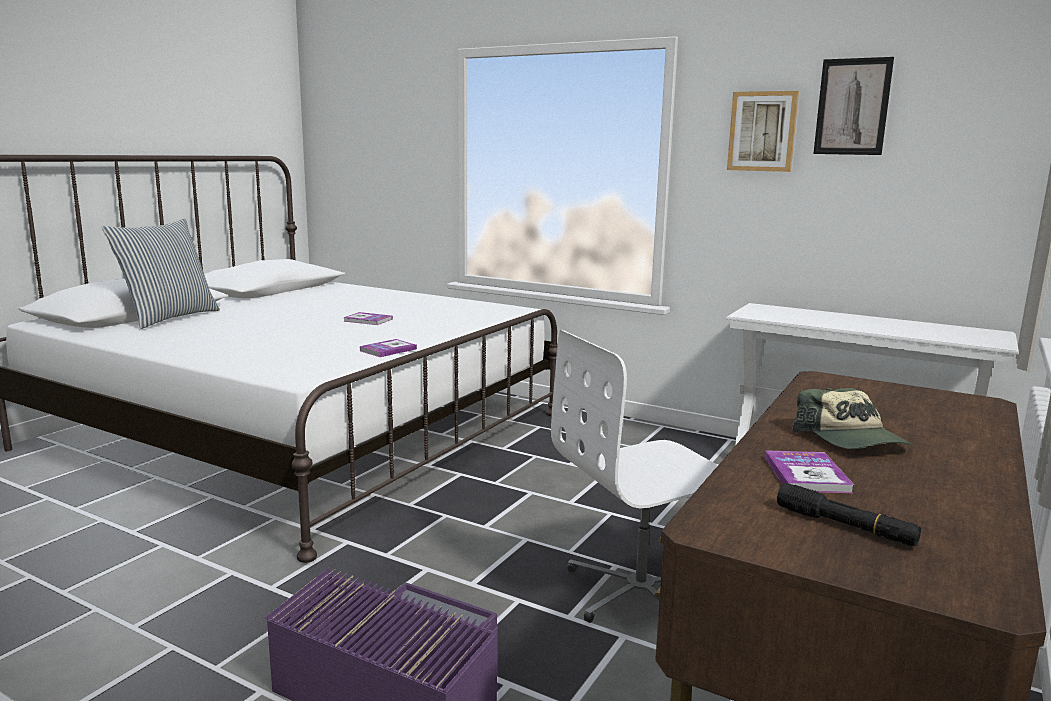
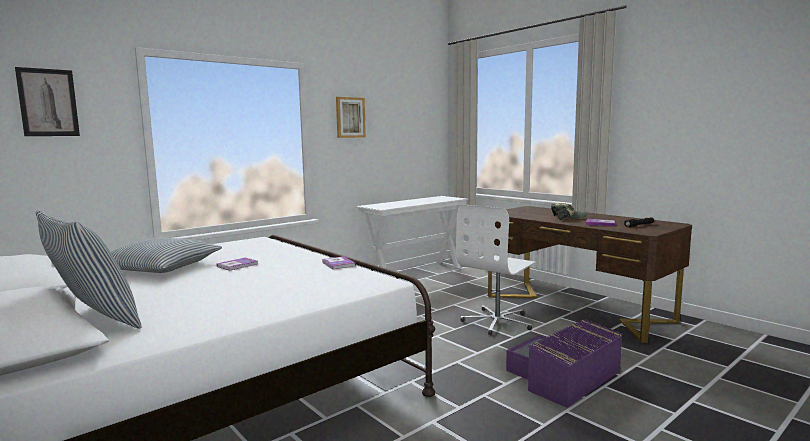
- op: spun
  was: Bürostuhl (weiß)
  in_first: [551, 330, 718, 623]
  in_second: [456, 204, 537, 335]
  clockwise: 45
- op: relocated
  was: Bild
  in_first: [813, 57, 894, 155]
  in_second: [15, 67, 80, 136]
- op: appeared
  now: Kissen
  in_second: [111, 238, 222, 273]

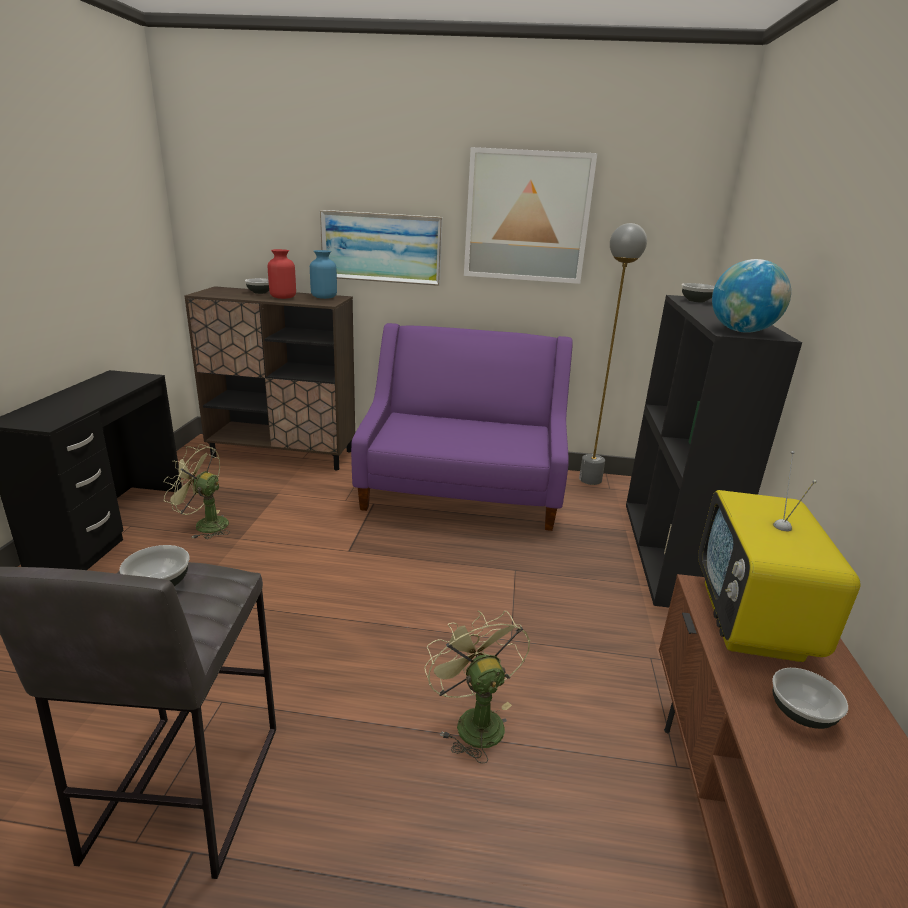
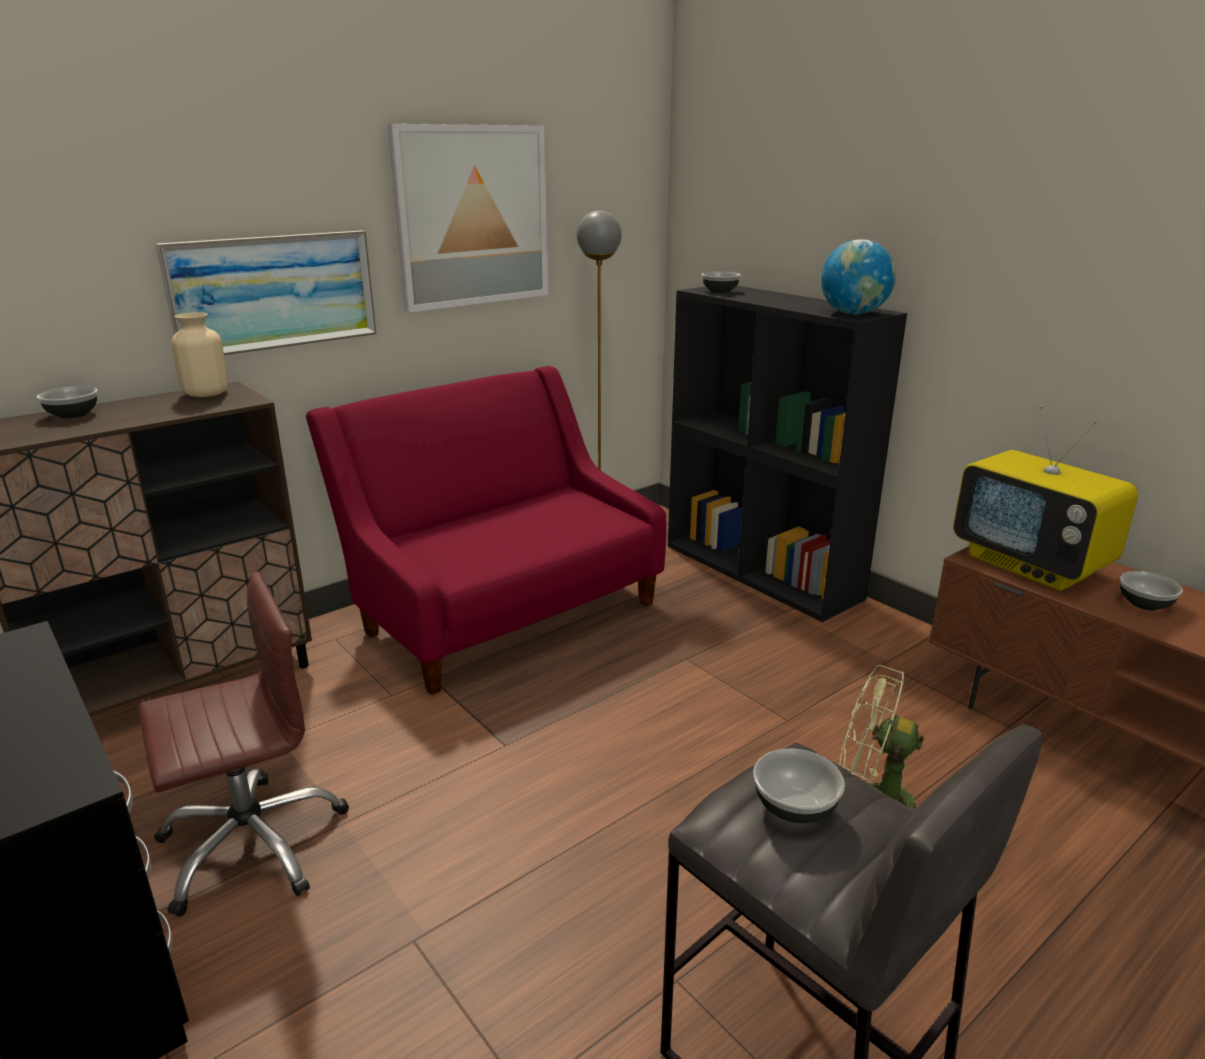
- op: exchanged
  was: Ventilator (grün)
  now: Bürostuhl (braun)
  in_first: [163, 444, 230, 539]
  in_second: [139, 571, 349, 917]
- op: missing
  was: Vase (rot)
  in_first: [268, 249, 296, 299]
- op: colour
  was: Vase (blau)
  now: Vase (beige)
  in_first: [310, 250, 337, 299]
  in_second: [171, 312, 229, 397]
- op: colour
  was: Sofa (lila)
  now: Sofa (rot)
  in_first: [351, 323, 573, 531]
  in_second: [306, 366, 666, 695]

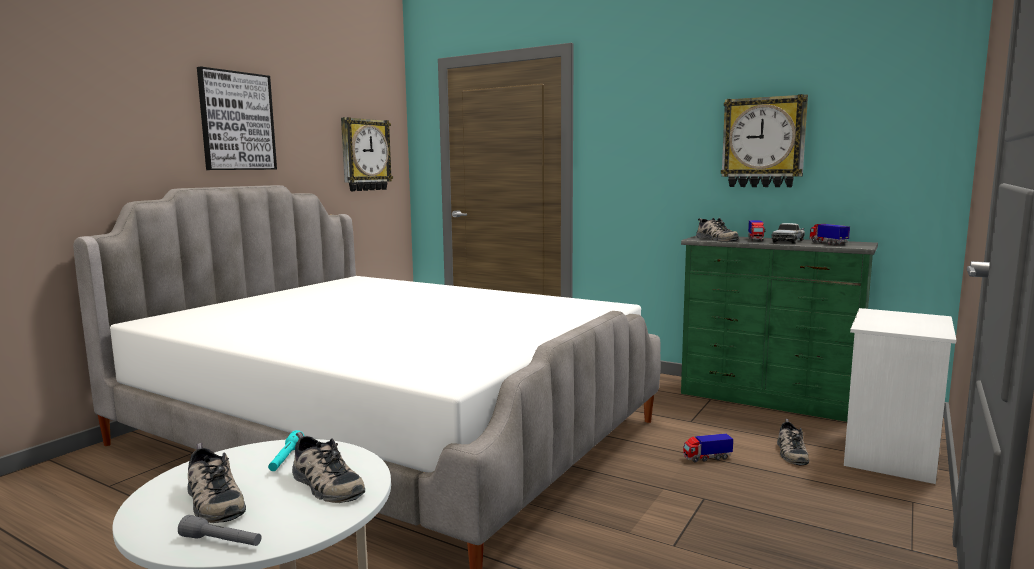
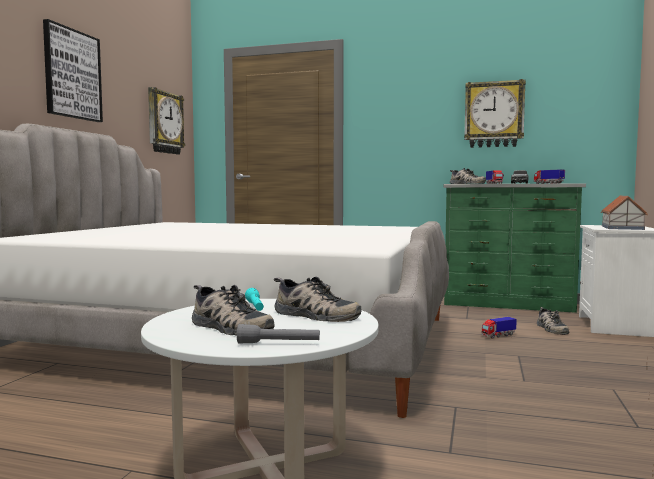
- op: appeared
  now: Spielzeughaus
  in_second: [601, 196, 648, 230]

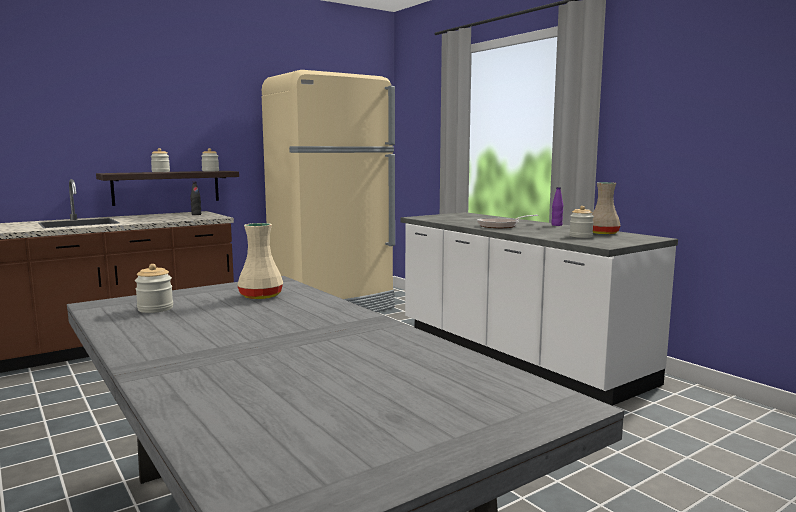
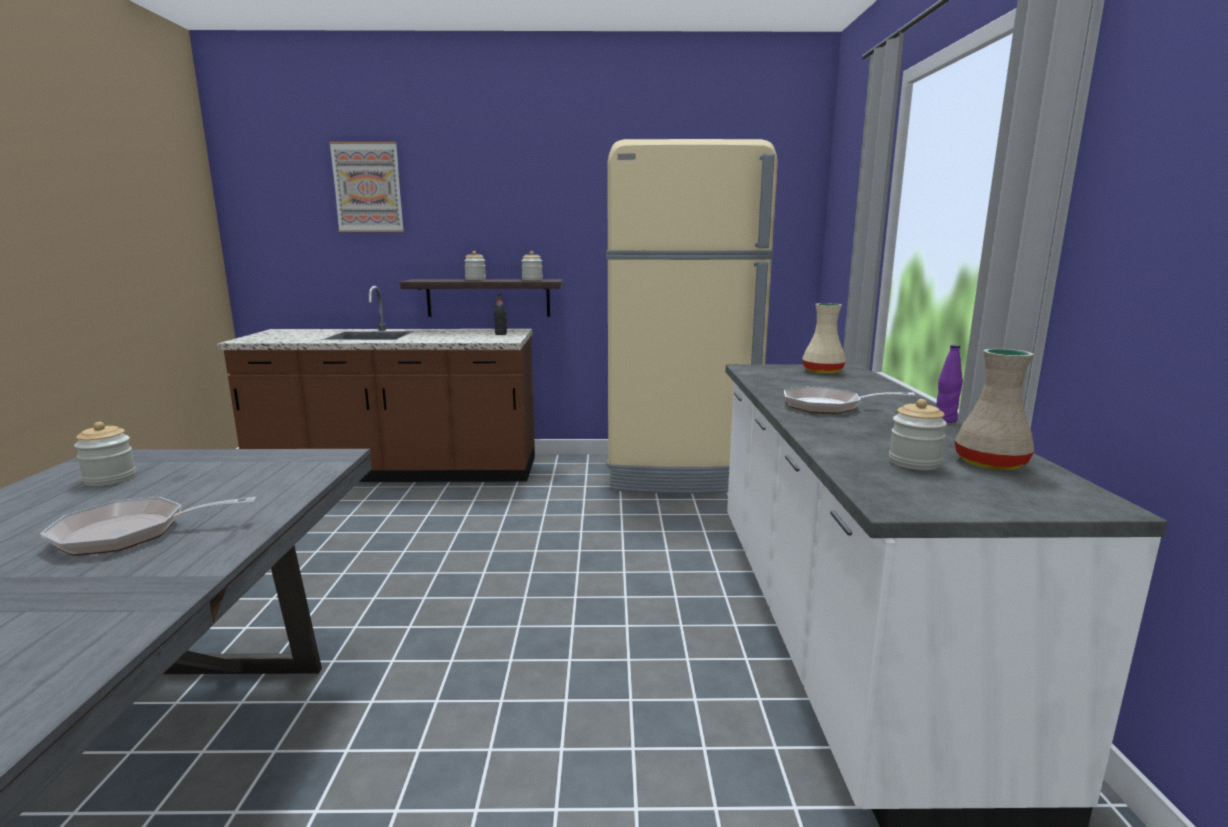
- op: relocated
  was: Vase (beige)
  in_first: [237, 223, 283, 299]
  in_second: [802, 303, 846, 374]
- op: appeared
  now: Pfanne
  in_second: [40, 497, 257, 556]
- op: appeared
  now: Bild
  in_second: [329, 142, 404, 232]

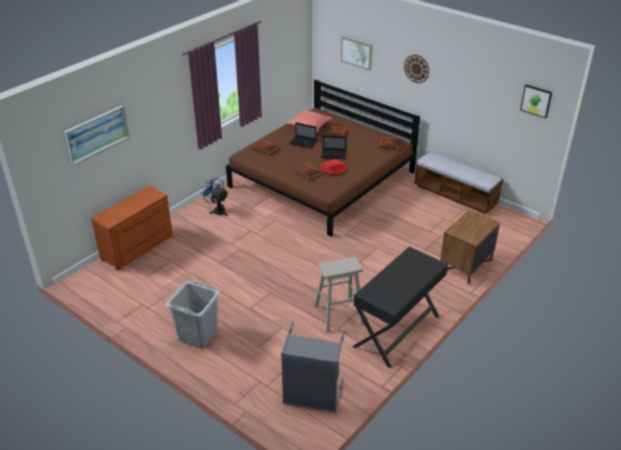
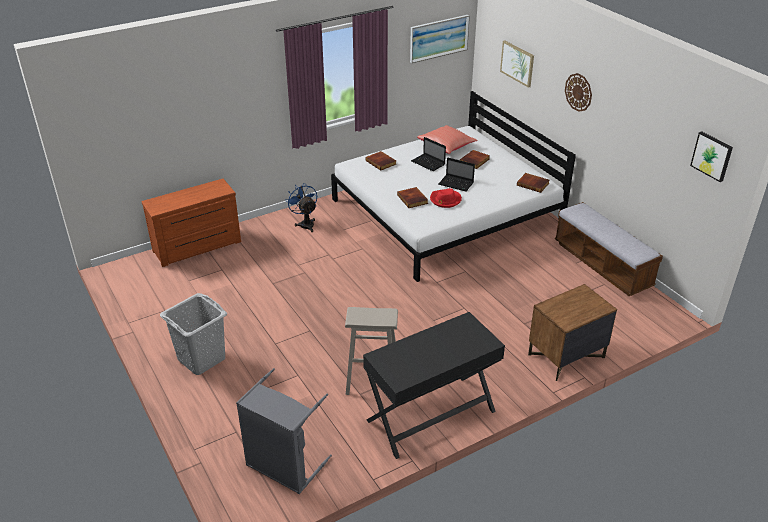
- op: relocated
  was: Bild
  in_first: [64, 106, 129, 165]
  in_second: [410, 15, 470, 63]
- op: colour
  was: Bett (braun)
  now: Bett (weiß)
  in_first: [226, 80, 420, 237]
  in_second: [331, 91, 576, 282]

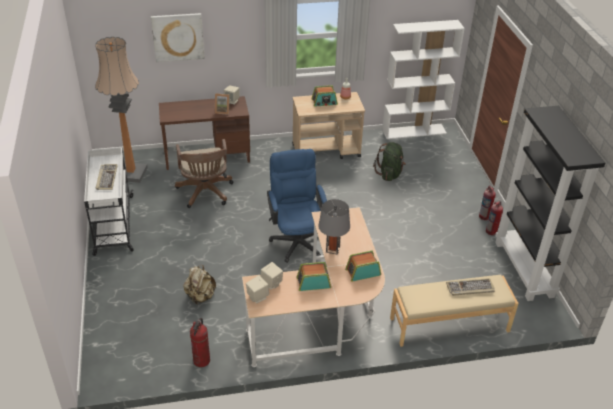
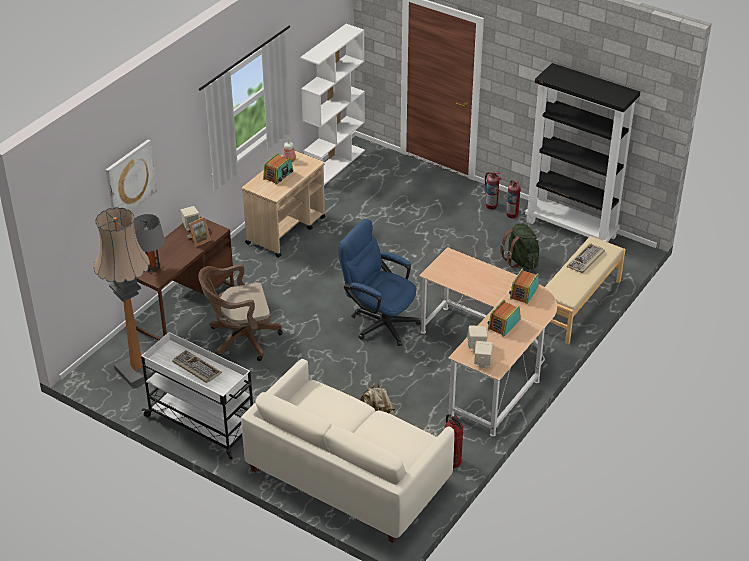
- op: spun
  was: Bürostuhl (braun)
  in_first: [175, 139, 233, 208]
  in_second: [198, 264, 283, 361]
  clockwise: 135
- op: relocated
  was: Tischlampe (grau)
  in_first: [318, 199, 350, 255]
  in_second: [134, 214, 165, 272]
- op: relocated
  was: Rucksack (grün)
  in_first: [373, 142, 406, 181]
  in_second: [500, 223, 539, 270]
- op: appeared
  now: Sofa (weiß)
  in_second: [241, 359, 454, 543]

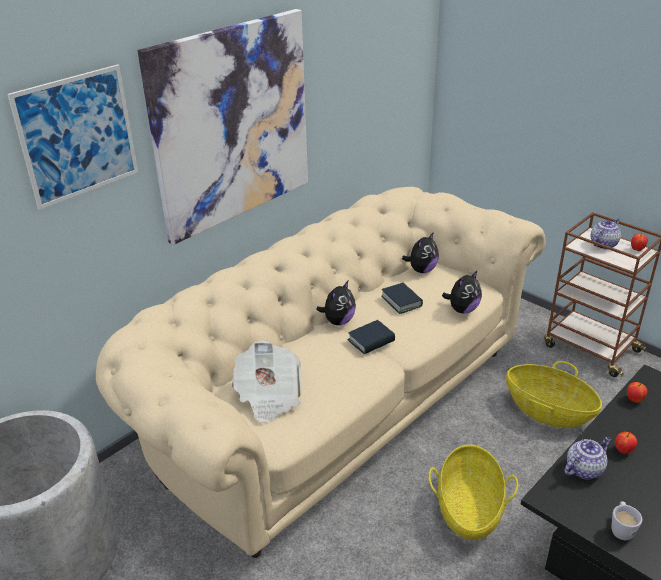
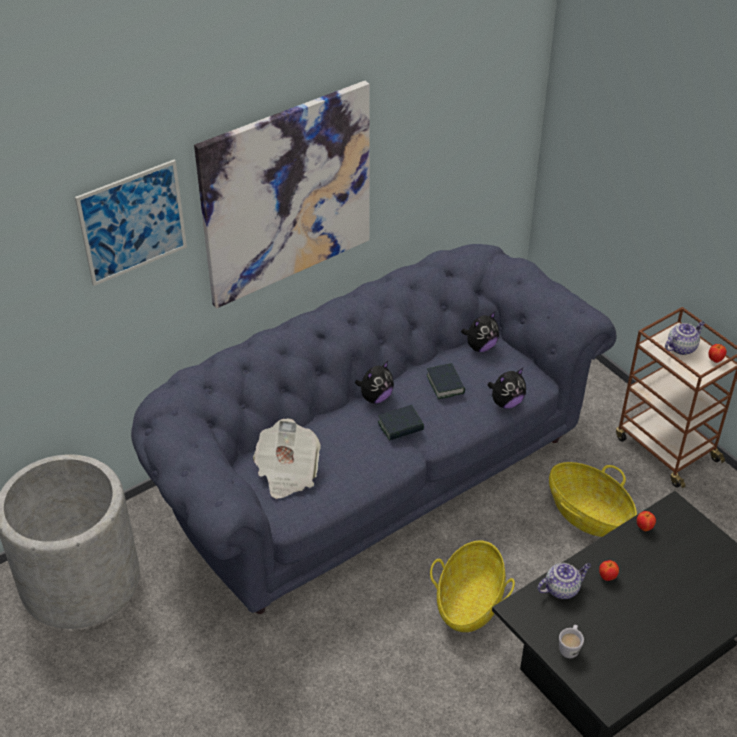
- op: colour
  was: Sofa (beige)
  now: Sofa (blau)
  in_first: [96, 187, 546, 558]
  in_second: [131, 244, 617, 614]

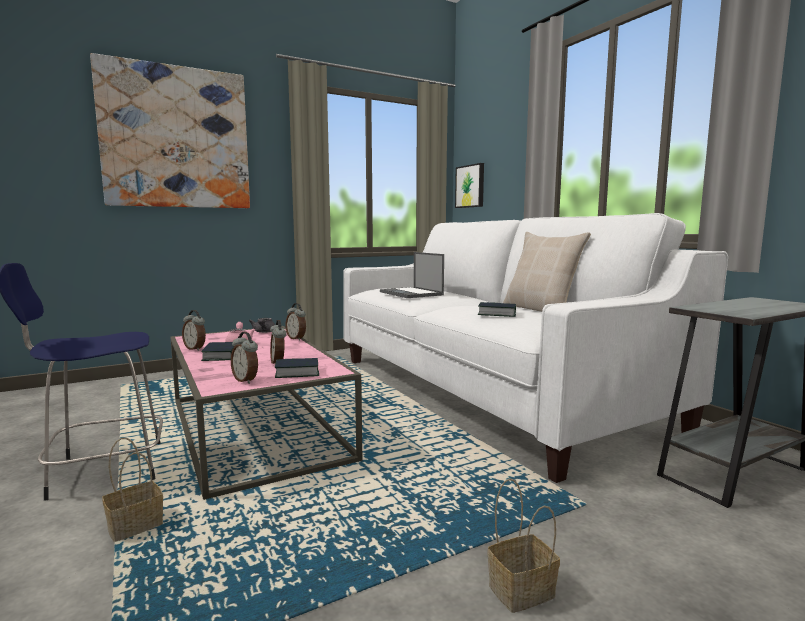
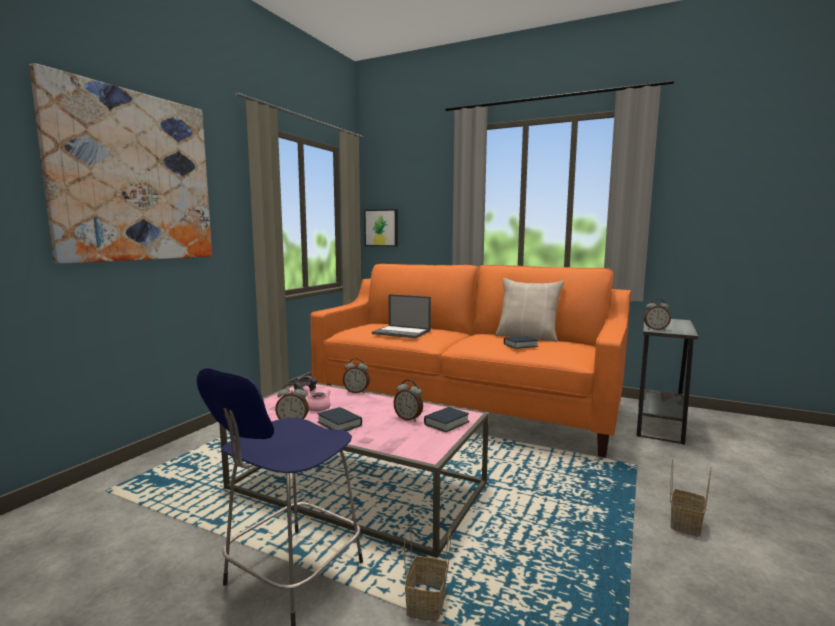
- op: relocated
  was: Wecker
  in_first: [231, 332, 258, 384]
  in_second: [644, 299, 671, 330]
- op: colour
  was: Sofa (weiß)
  now: Sofa (orange)
  in_first: [343, 213, 728, 483]
  in_second: [310, 264, 631, 458]

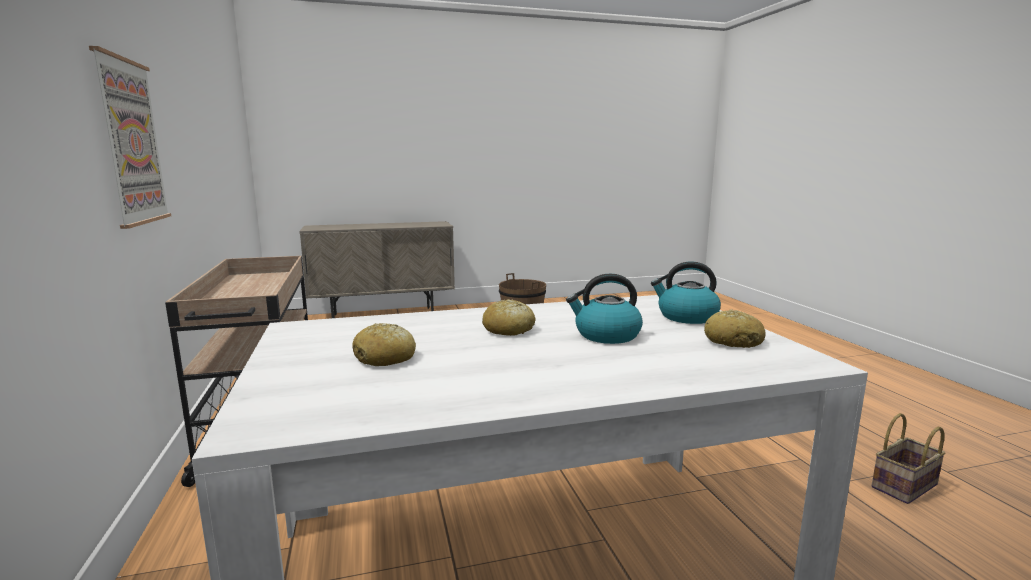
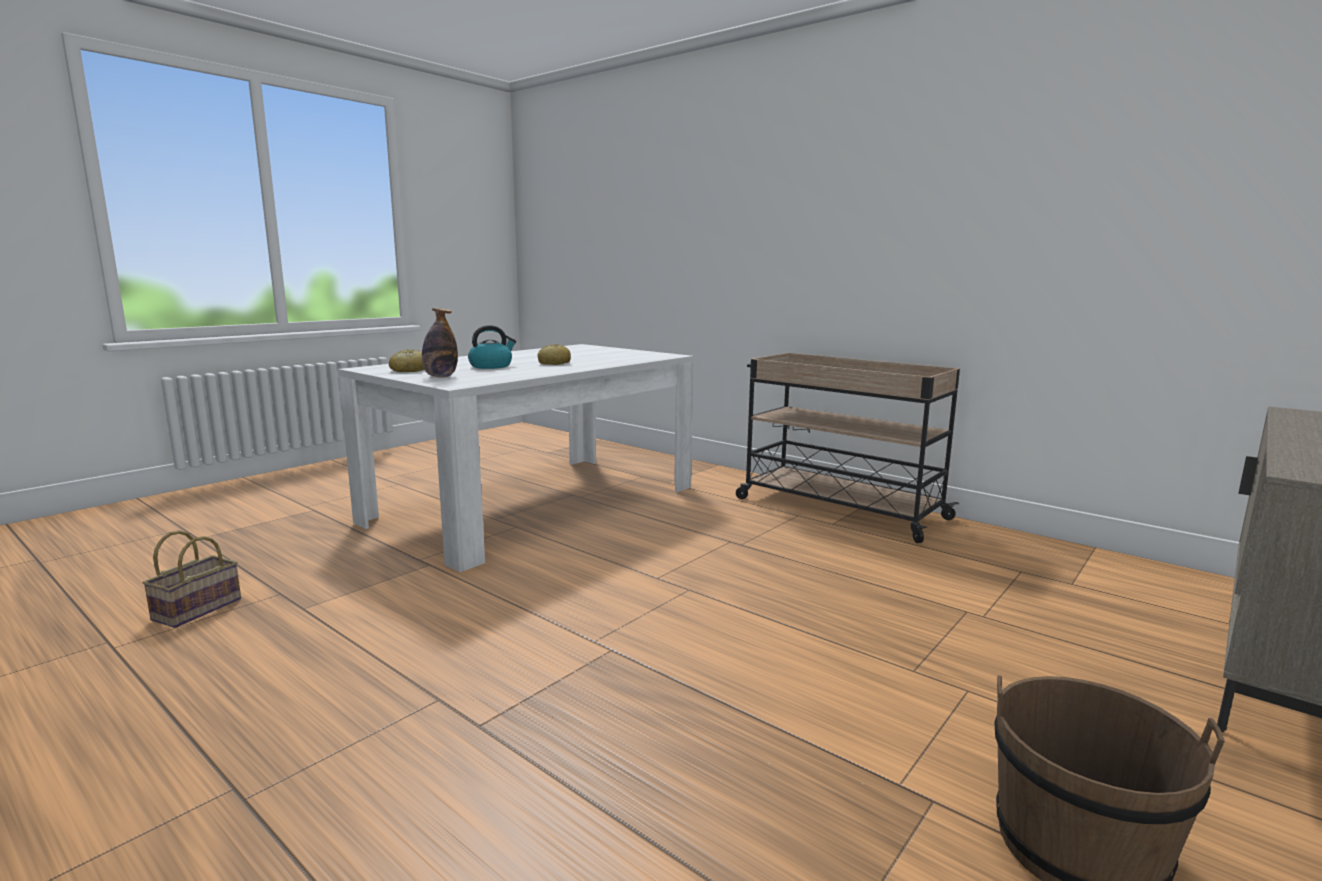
- op: missing
  was: Bild
  in_first: [89, 46, 171, 229]
- op: missing
  was: Brot
  in_first: [352, 323, 416, 366]
- op: exchanged
  was: Wasserkessel
  now: Flasche
  in_first: [651, 262, 721, 324]
  in_second: [422, 308, 458, 377]

